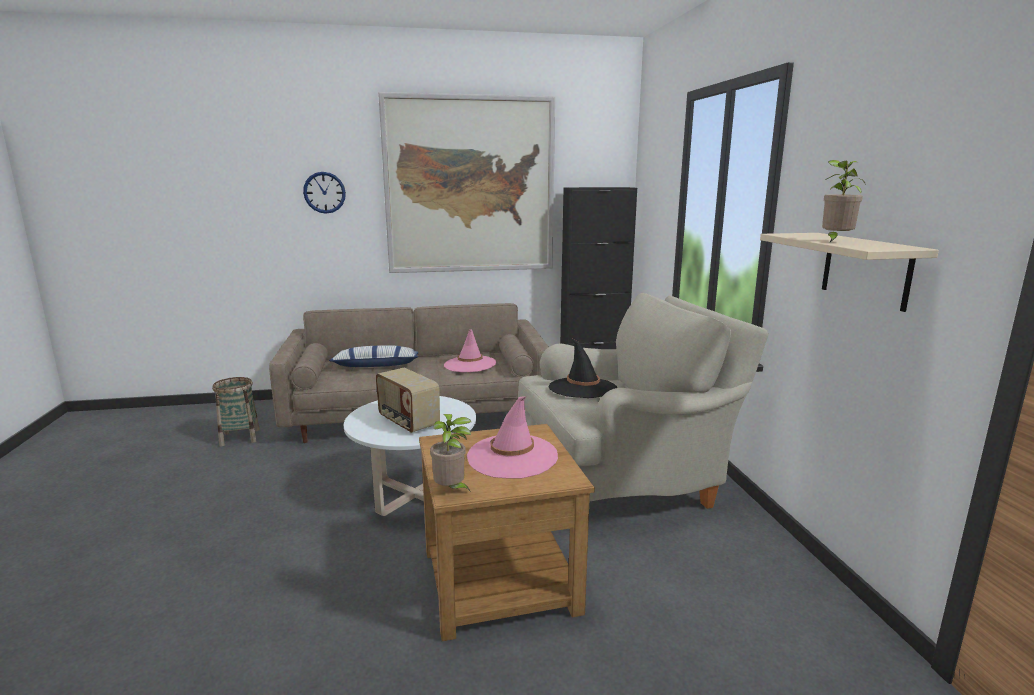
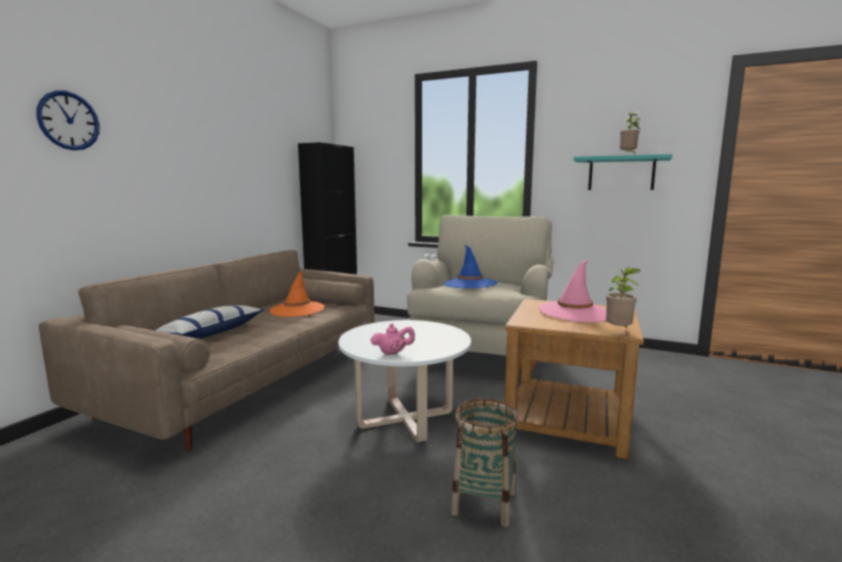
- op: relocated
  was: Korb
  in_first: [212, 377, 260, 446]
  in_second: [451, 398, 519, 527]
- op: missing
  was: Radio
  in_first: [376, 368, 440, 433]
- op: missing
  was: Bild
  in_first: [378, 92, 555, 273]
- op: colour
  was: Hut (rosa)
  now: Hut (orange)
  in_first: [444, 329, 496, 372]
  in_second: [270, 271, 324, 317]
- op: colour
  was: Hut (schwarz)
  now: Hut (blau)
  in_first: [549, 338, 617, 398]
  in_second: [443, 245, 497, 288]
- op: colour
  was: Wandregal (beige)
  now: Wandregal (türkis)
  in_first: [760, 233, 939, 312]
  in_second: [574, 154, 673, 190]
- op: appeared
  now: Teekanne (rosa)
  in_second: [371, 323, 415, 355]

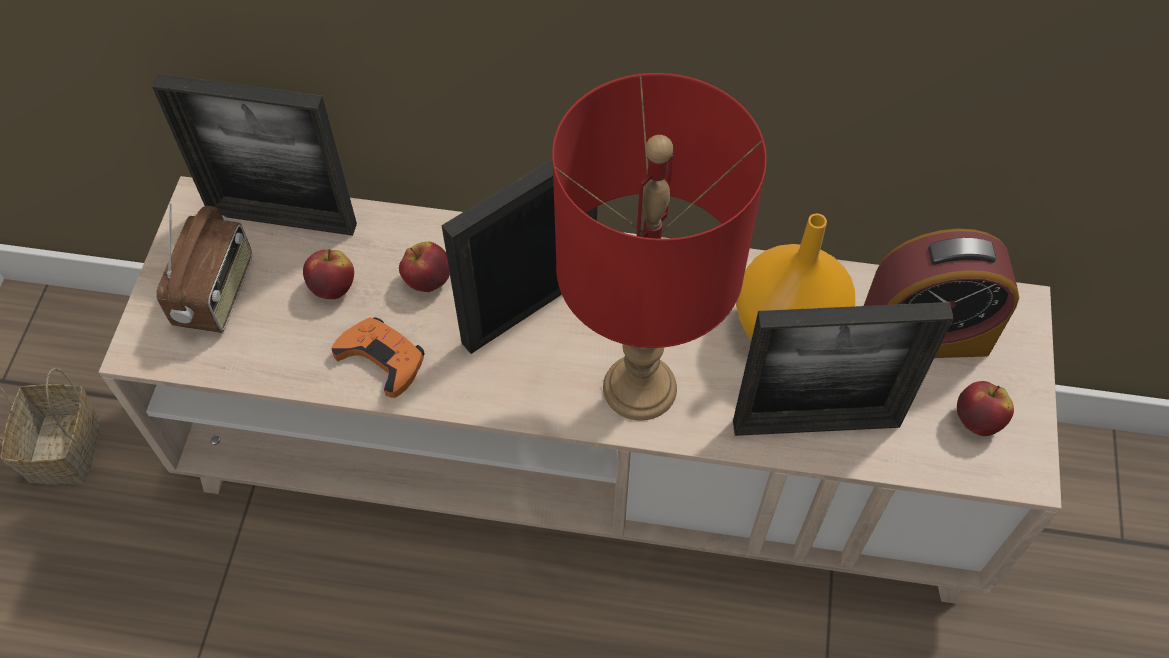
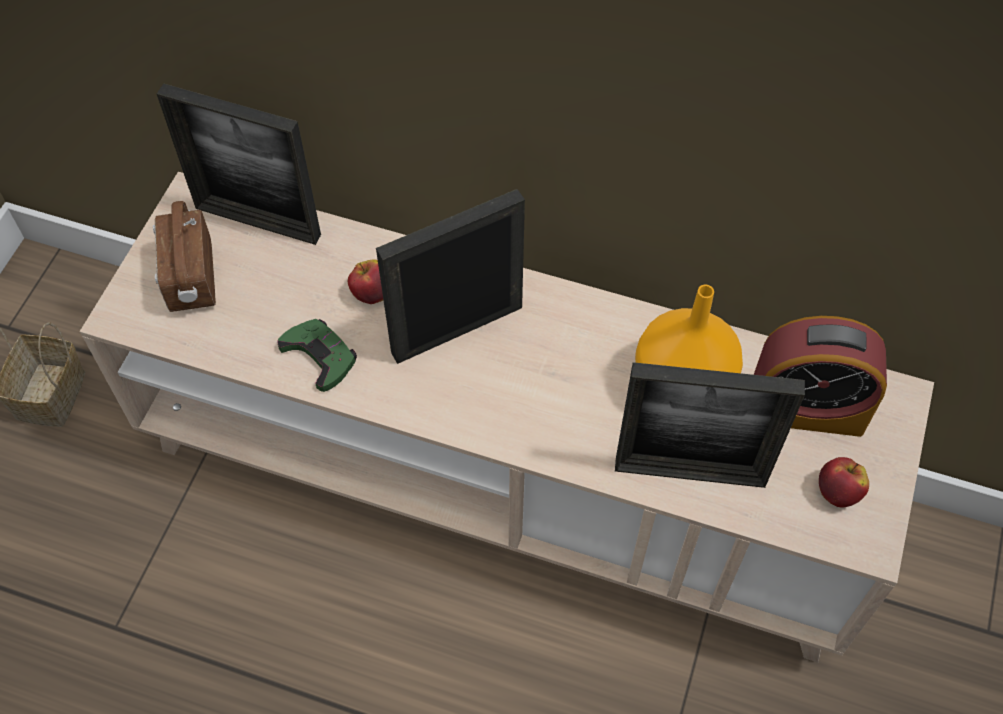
- op: spun
  was: Radio
  in_first: [156, 203, 252, 333]
  in_second: [153, 201, 216, 312]
  clockwise: 150
- op: missing
  was: Apfel
  in_first: [303, 249, 354, 299]
- op: colour
  was: Gamepad (orange)
  now: Gamepad (grün)
  in_first: [331, 317, 425, 398]
  in_second: [277, 319, 357, 392]
- op: missing
  was: Tischlampe (rot)
  in_first: [552, 73, 767, 421]

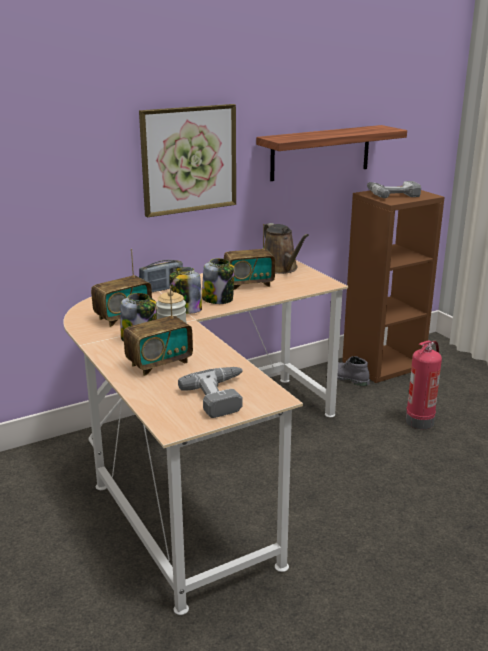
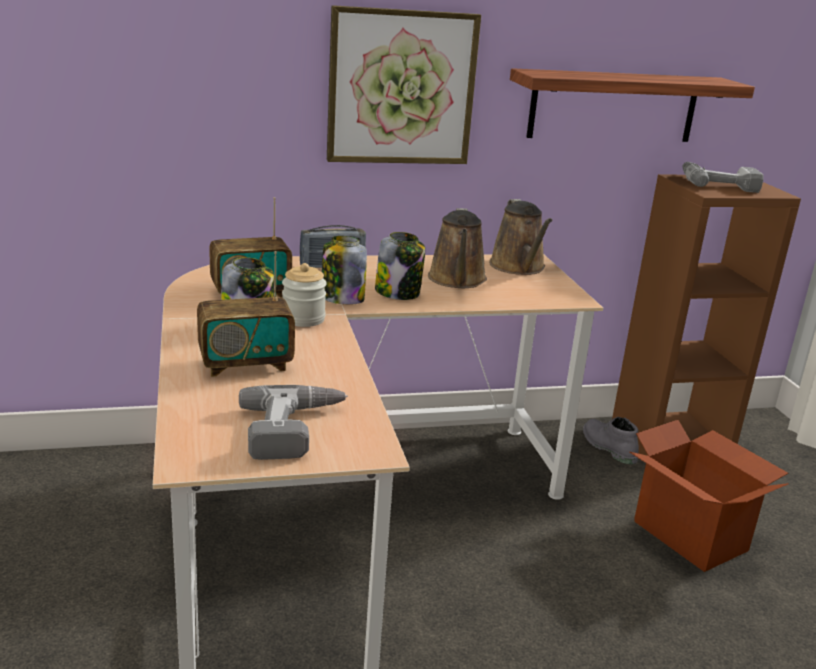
- op: exchanged
  was: Radio
  now: Gießkanne (braun)
  in_first: [224, 224, 275, 290]
  in_second: [428, 208, 487, 288]
- op: exchanged
  was: Feuerlöscher
  now: Karton
  in_first: [406, 340, 442, 429]
  in_second: [630, 420, 789, 572]

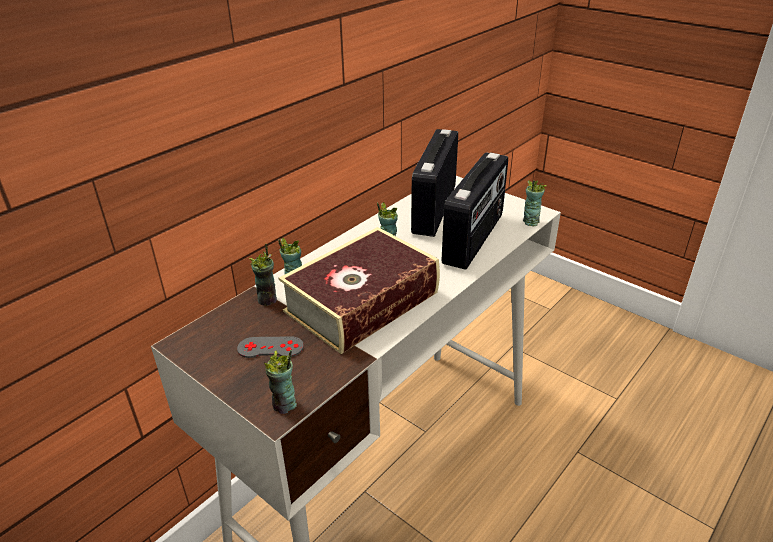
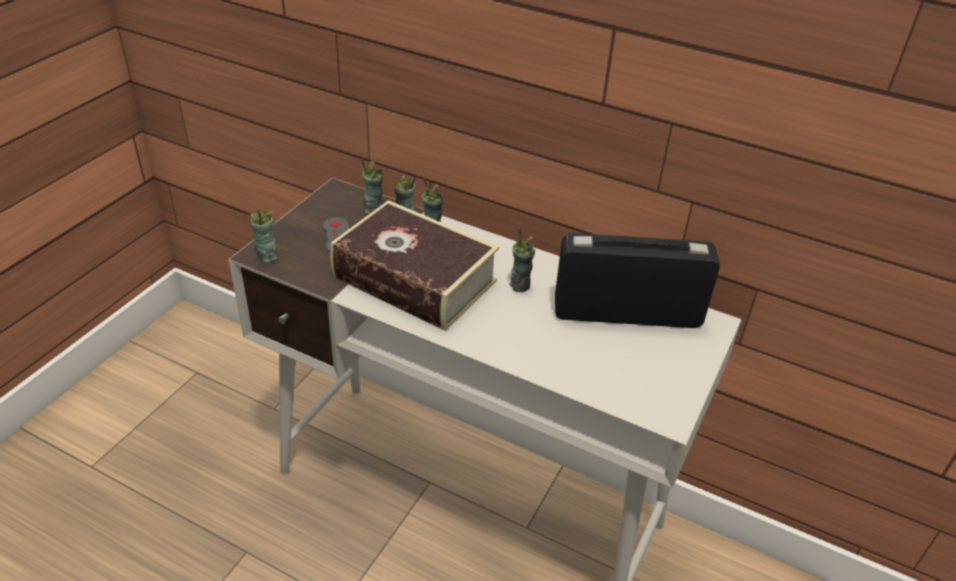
- op: missing
  was: Radio
  in_first: [442, 152, 508, 270]
- op: relocated
  was: Tasse
  in_first: [523, 180, 546, 226]
  in_second: [361, 159, 383, 214]

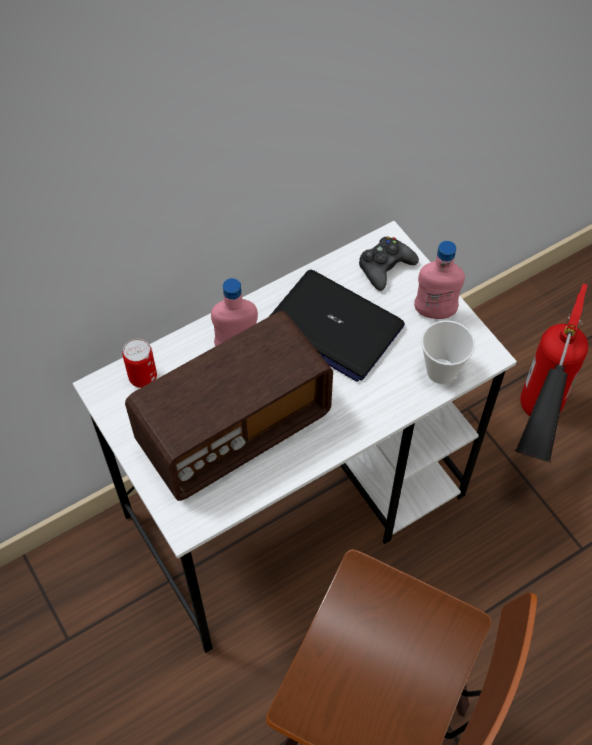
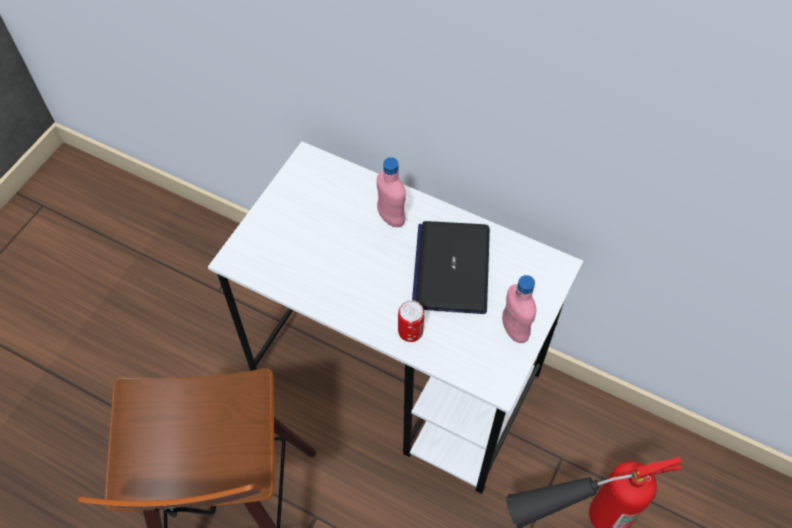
- op: relocated
  was: Dose
  in_first: [122, 339, 157, 388]
  in_second: [398, 300, 424, 342]
- op: missing
  was: Radio
  in_first: [125, 311, 333, 501]
- op: missing
  was: Gamepad (schwarz)
  in_first: [359, 237, 419, 291]
- op: missing
  was: Tasse
  in_first: [421, 320, 475, 384]

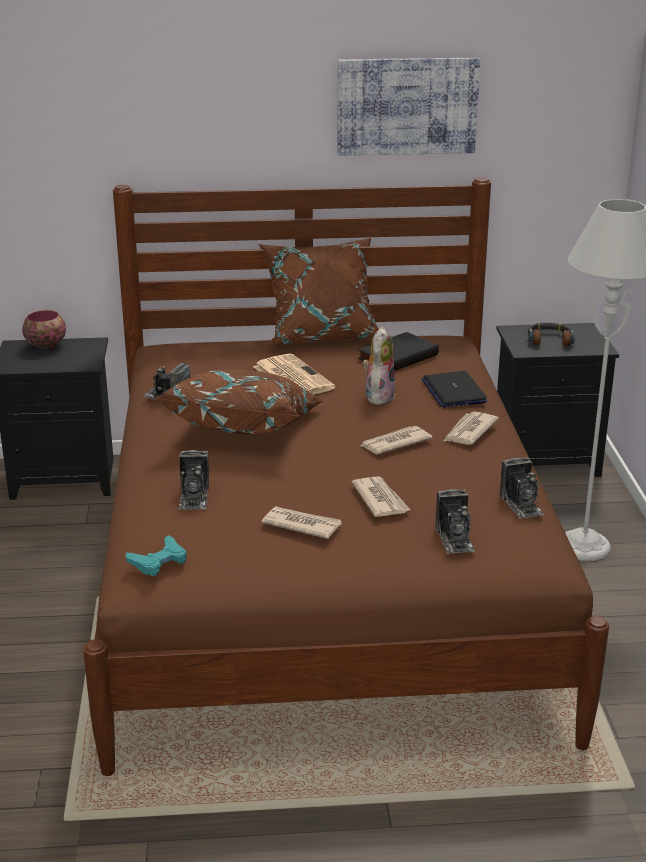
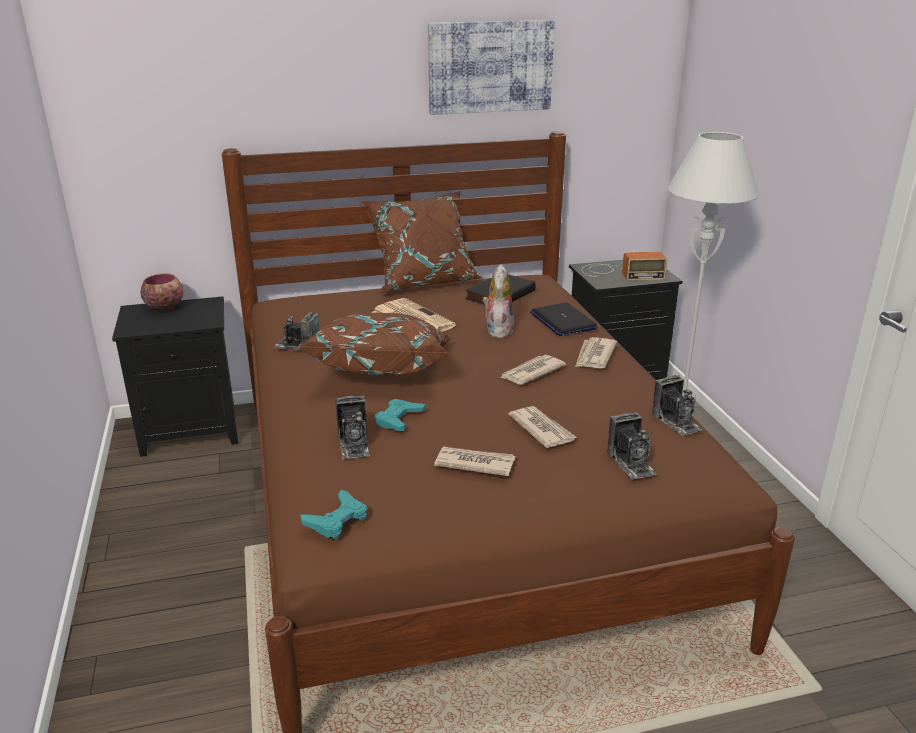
- op: exchanged
  was: Kopfhörer
  now: Radio
  in_first: [528, 323, 575, 346]
  in_second: [582, 252, 667, 281]
- op: appeared
  now: Gamepad (türkis)
  in_second: [375, 399, 426, 431]

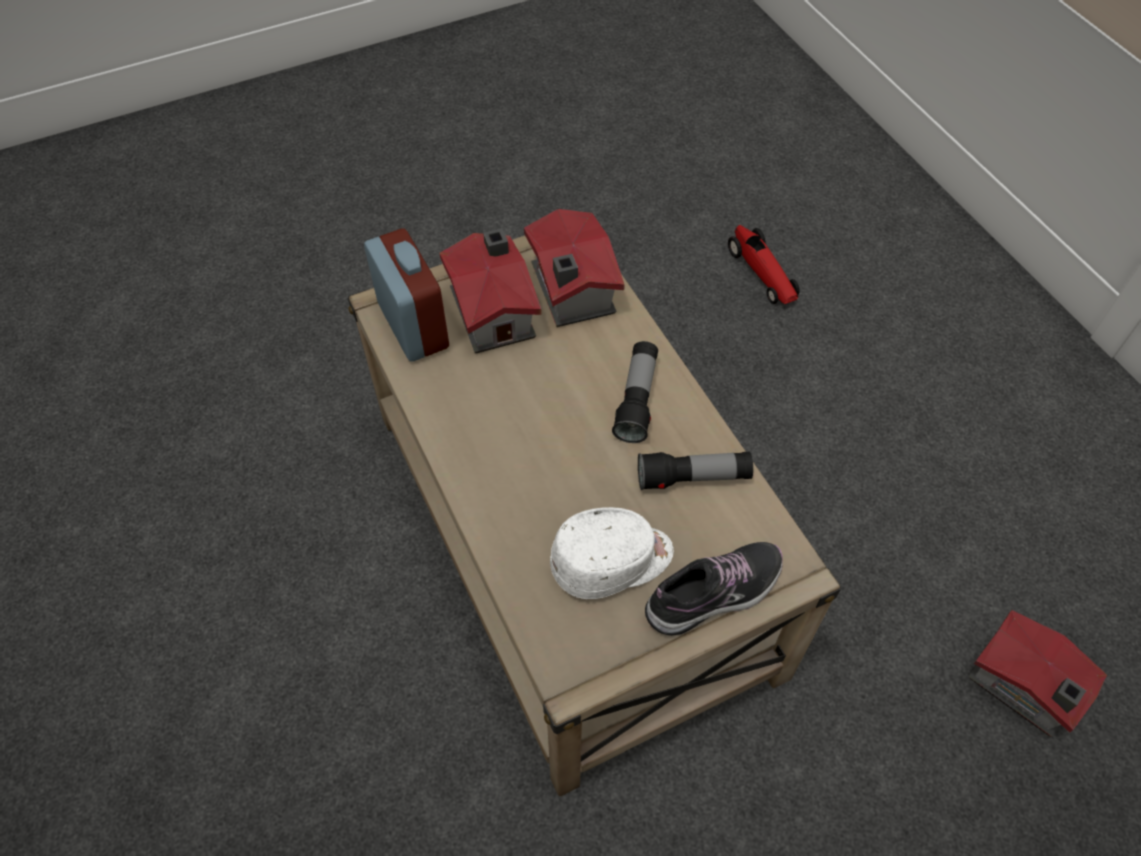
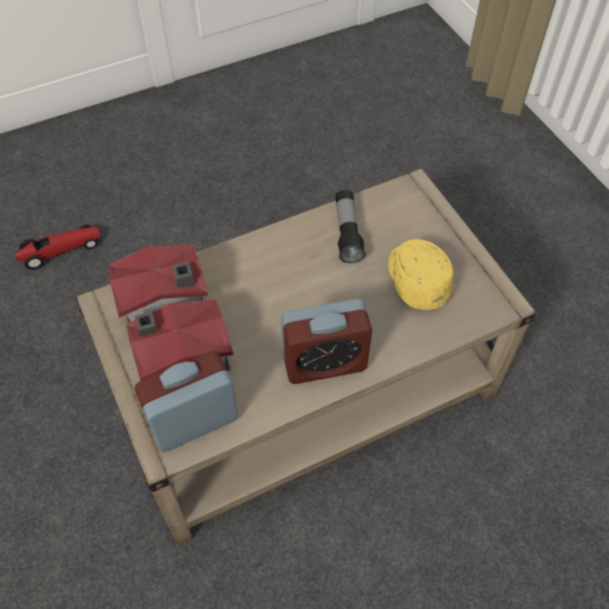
- op: colour
  was: Kappe (weiß)
  now: Kappe (gelb)
  in_first: [550, 507, 674, 599]
  in_second: [388, 239, 454, 310]
- op: missing
  was: Taschenlampe
  in_first: [612, 341, 658, 443]
- op: missing
  was: Schuh
  in_first: [645, 542, 783, 636]
- op: missing
  was: Spielzeughaus
  in_first: [969, 610, 1107, 737]
- op: appeared
  now: Wecker
  in_second: [281, 299, 372, 384]

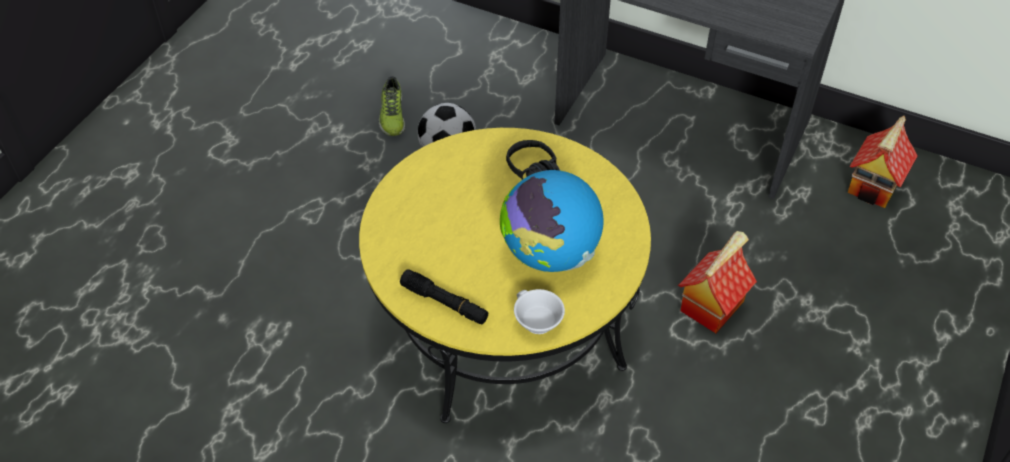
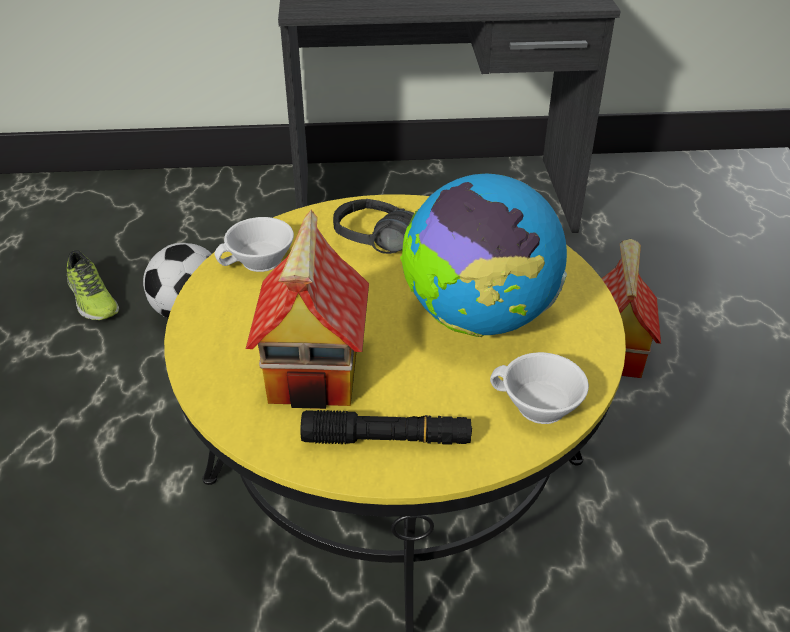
- op: relocated
  was: Spielzeughaus
  in_first: [848, 115, 918, 208]
  in_second: [246, 210, 369, 409]
- op: appeared
  now: Tasse (weiß)
  in_second: [215, 217, 294, 272]

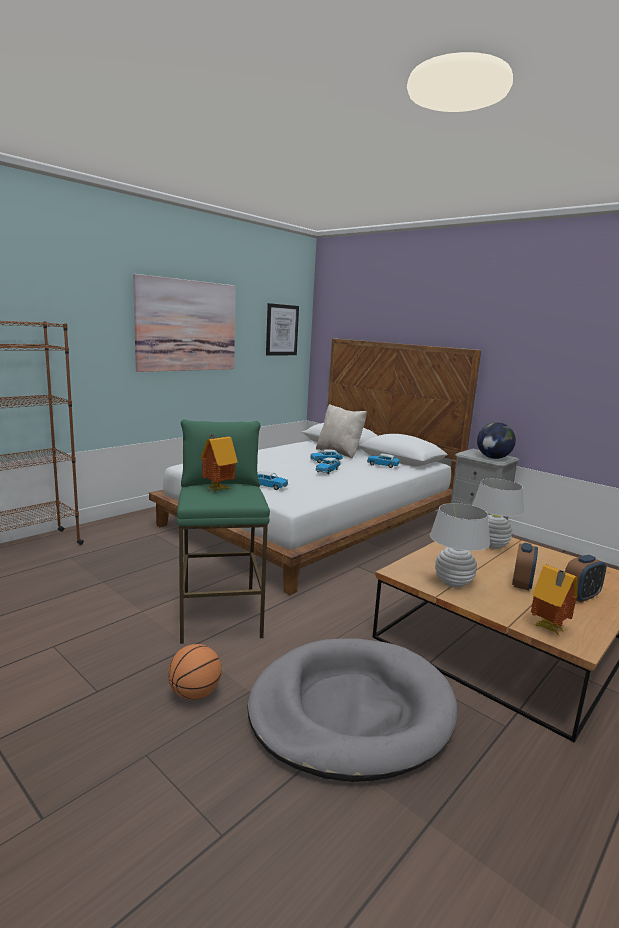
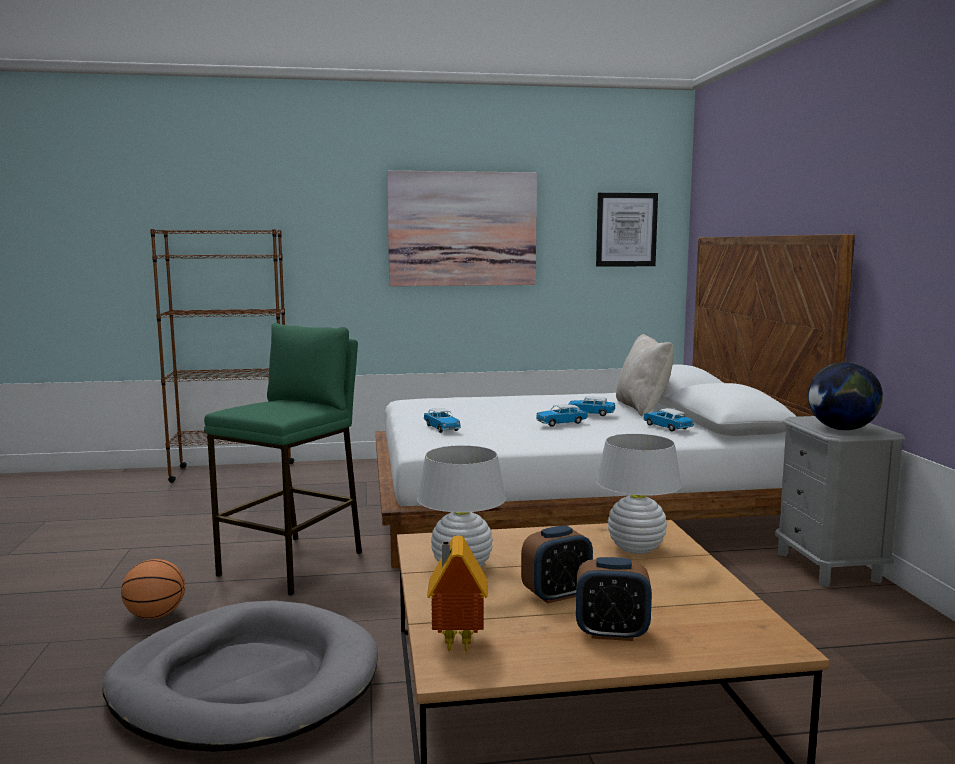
- op: missing
  was: Spielzeughaus
  in_first: [200, 435, 238, 492]

